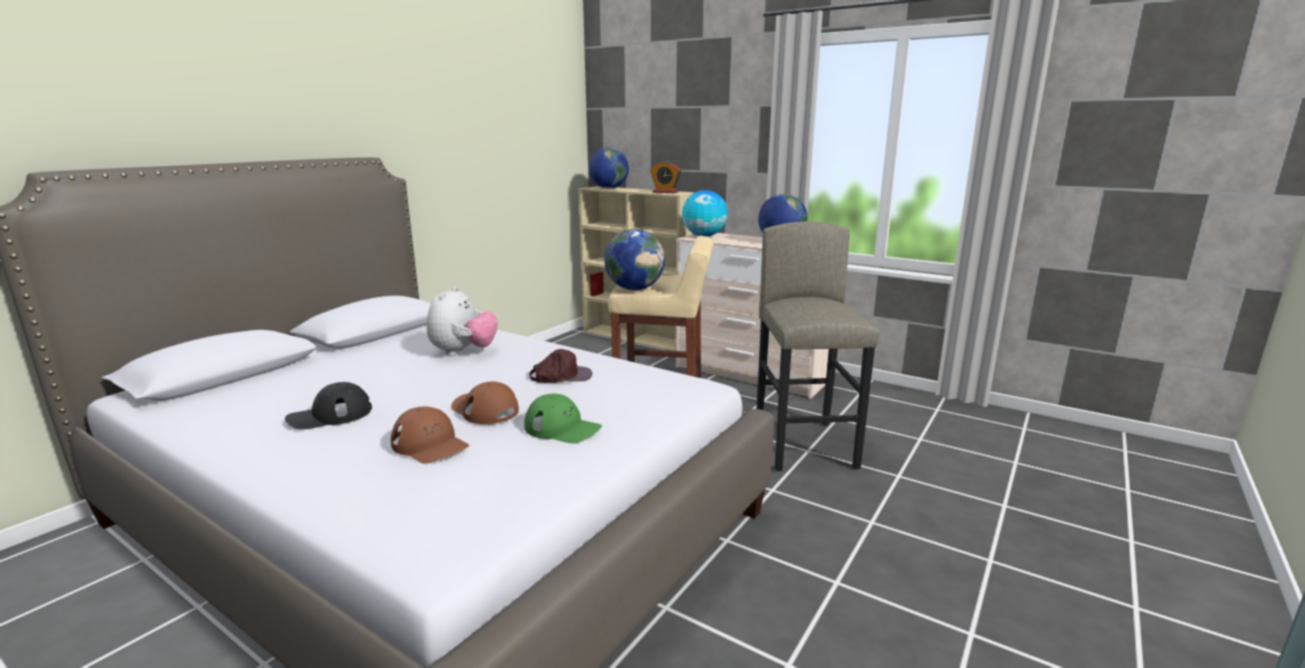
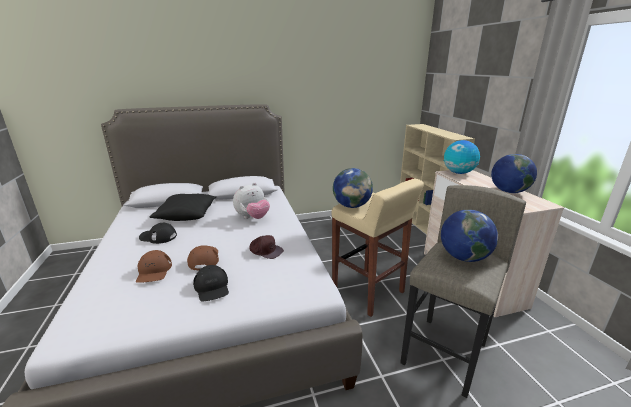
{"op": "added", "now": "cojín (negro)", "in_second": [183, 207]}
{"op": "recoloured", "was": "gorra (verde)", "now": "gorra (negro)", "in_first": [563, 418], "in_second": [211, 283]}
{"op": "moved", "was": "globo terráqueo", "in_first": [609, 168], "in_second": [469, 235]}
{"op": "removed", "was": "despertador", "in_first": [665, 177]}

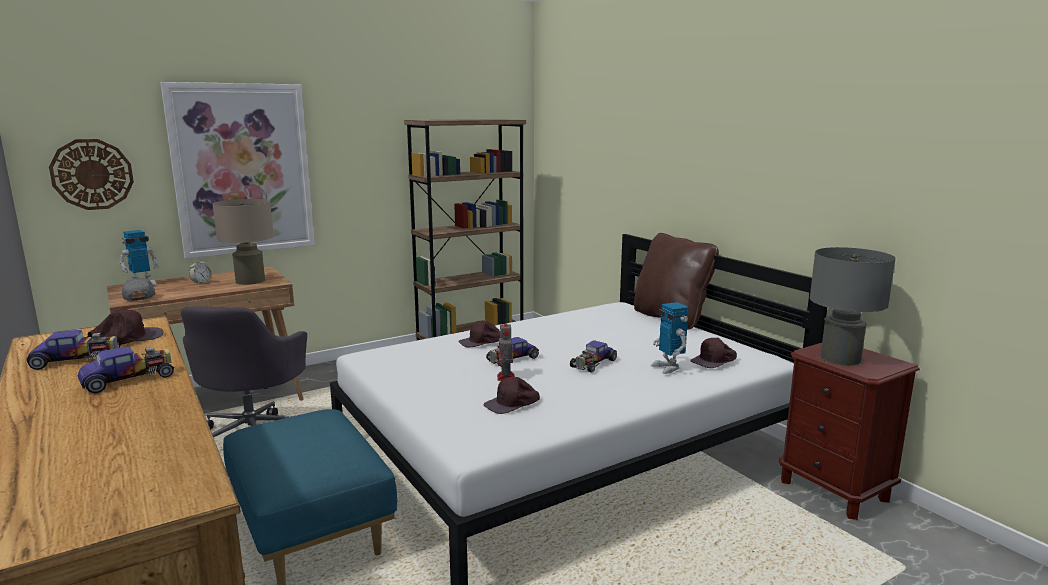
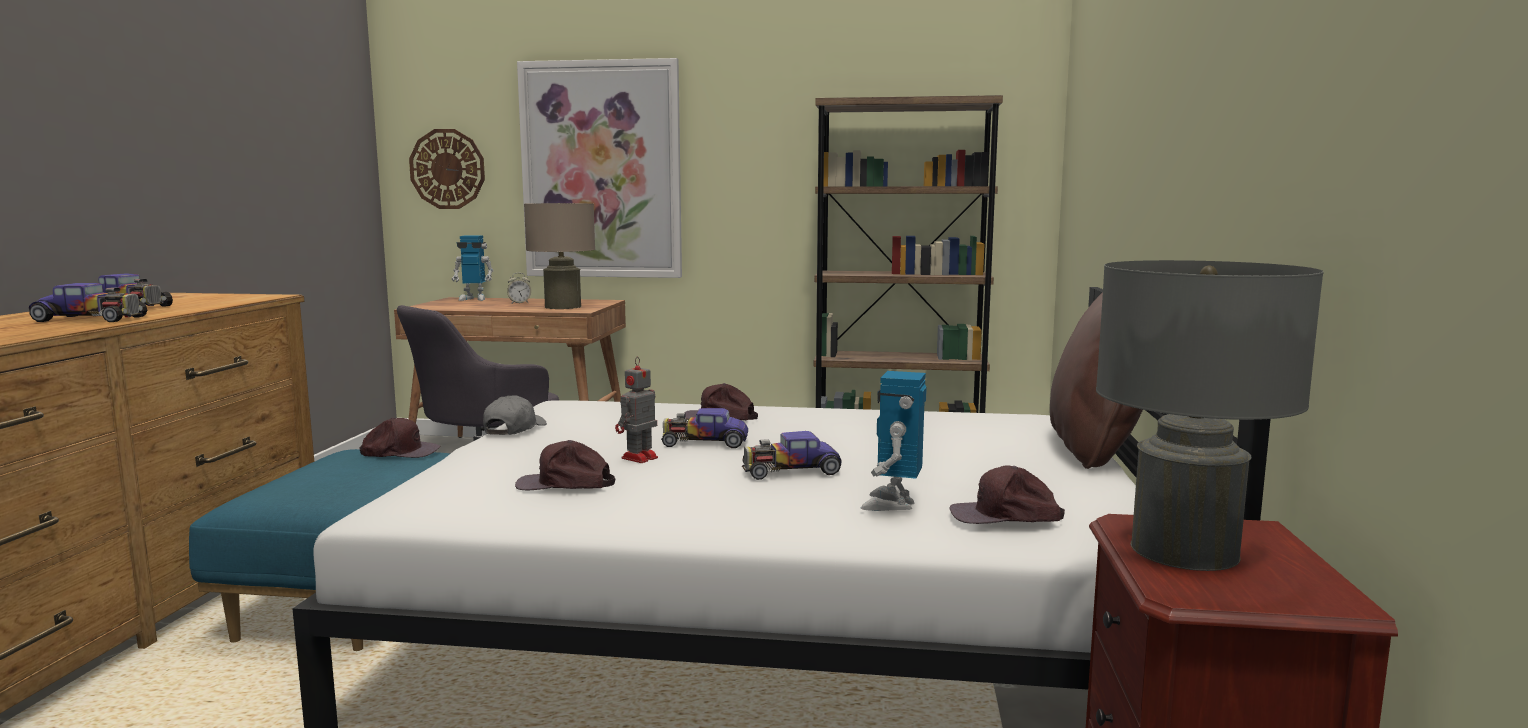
{"op": "moved", "was": "gorra (marrón)", "in_first": [125, 327], "in_second": [399, 438]}
{"op": "moved", "was": "gorra (gris)", "in_first": [139, 289], "in_second": [515, 415]}

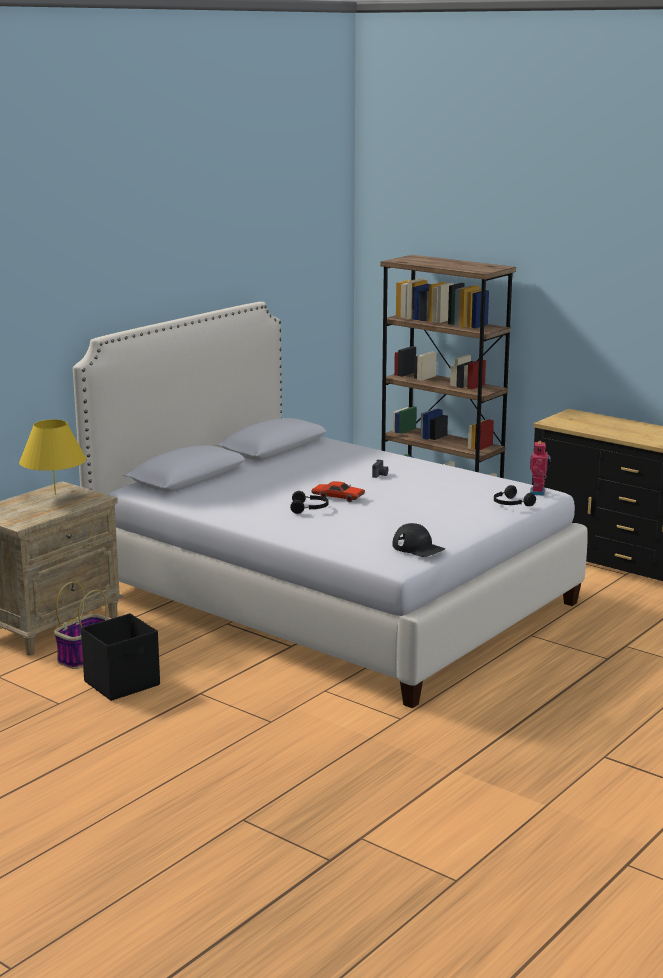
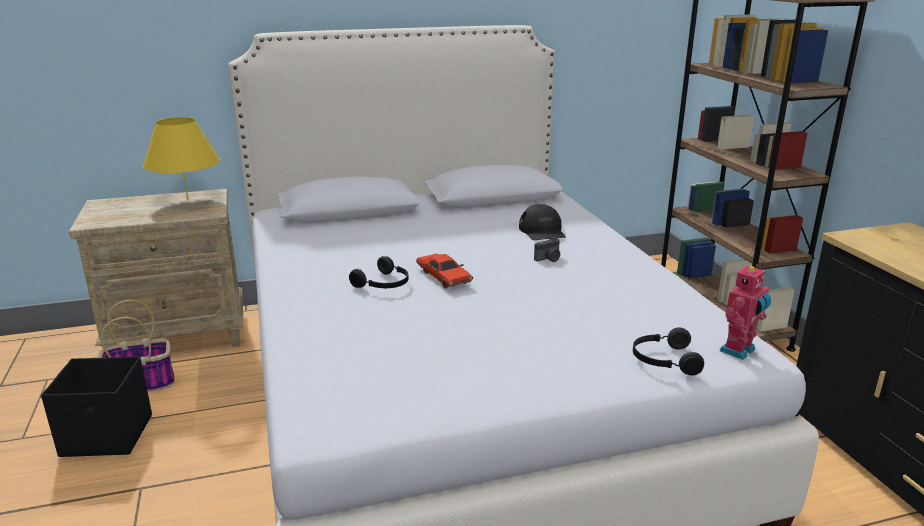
{"op": "moved", "was": "gorra (negro)", "in_first": [418, 540], "in_second": [542, 222]}

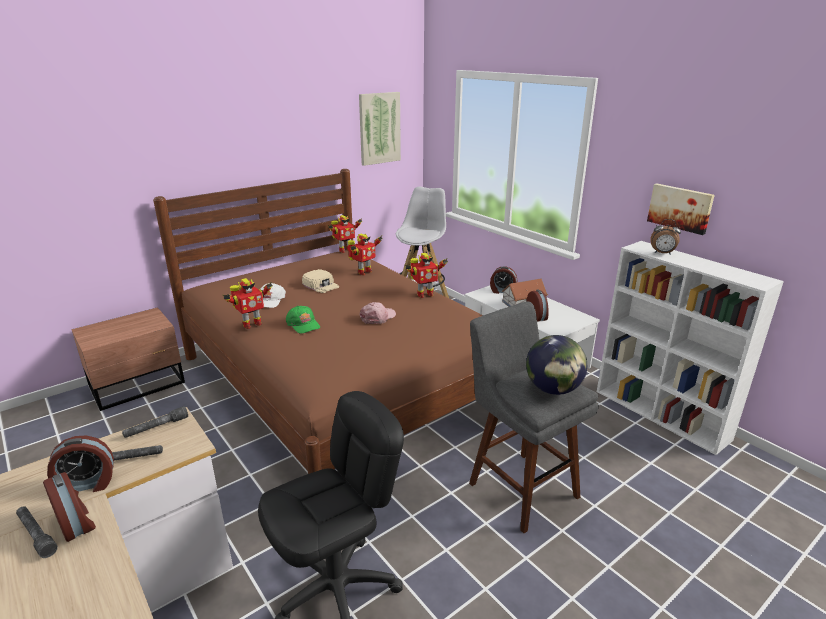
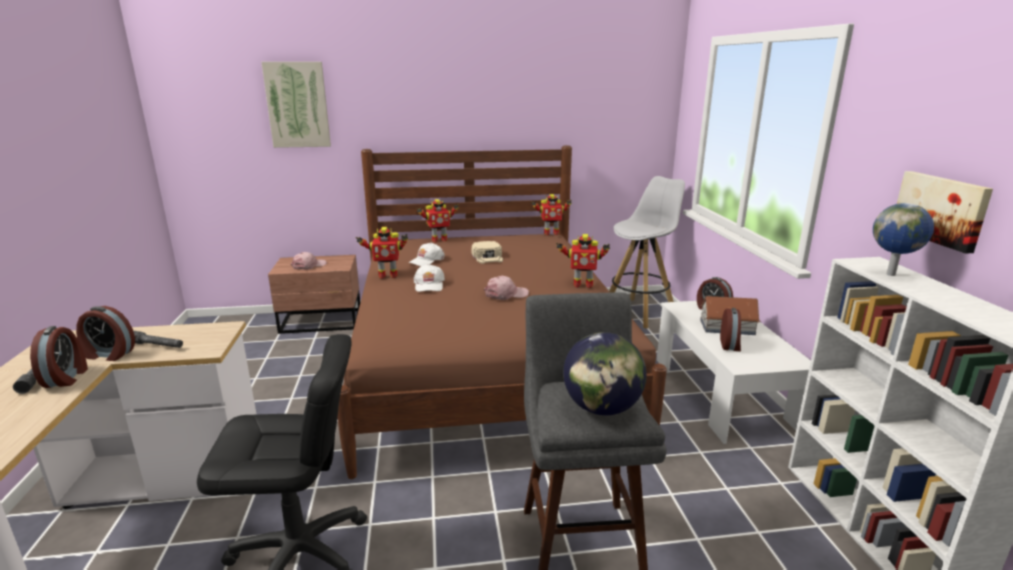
{"op": "moved", "was": "cuadro", "in_first": [380, 129], "in_second": [296, 105]}
{"op": "added", "now": "gorra (rosa)", "in_second": [309, 261]}
{"op": "recoloured", "was": "gorra (verde)", "now": "gorra (blanco)", "in_first": [303, 320], "in_second": [429, 278]}
{"op": "moved", "was": "robot de juguete", "in_first": [365, 254], "in_second": [437, 220]}
{"op": "replaced", "was": "despertador", "now": "globo terráqueo", "in_first": [665, 237], "in_second": [903, 239]}
{"op": "removed", "was": "linterna (gris)", "in_first": [155, 422]}

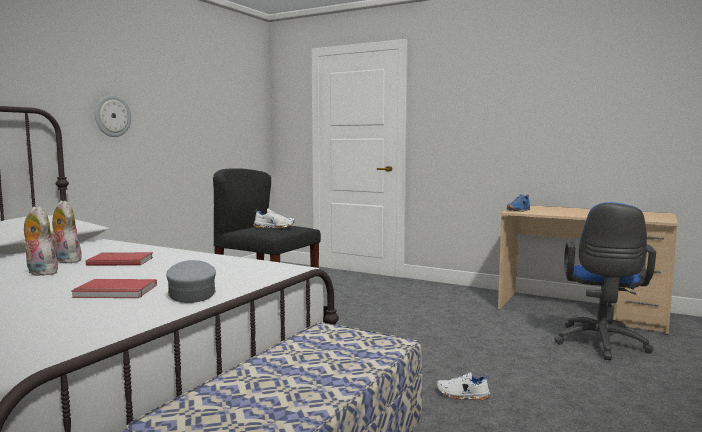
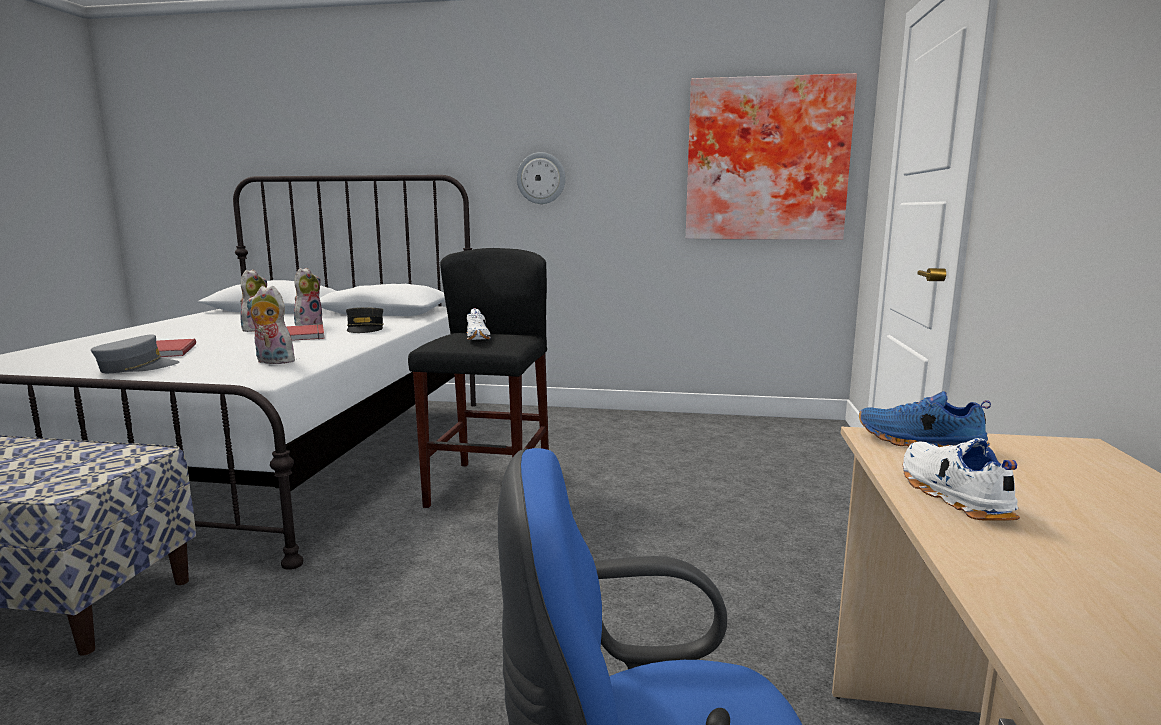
{"op": "added", "now": "peluche", "in_second": [271, 325]}
{"op": "added", "now": "gorra (gris)", "in_second": [365, 320]}
{"op": "added", "now": "cuadro", "in_second": [771, 156]}
{"op": "moved", "was": "zapato (blanco)", "in_first": [463, 386], "in_second": [961, 479]}

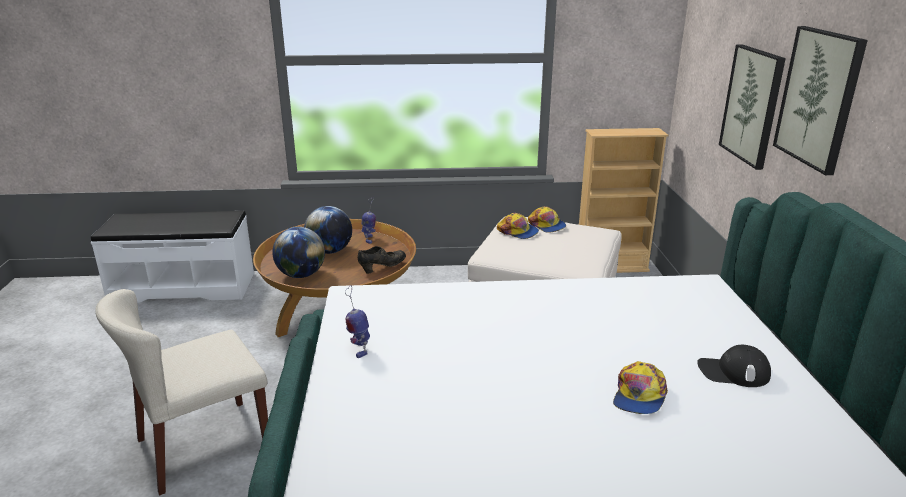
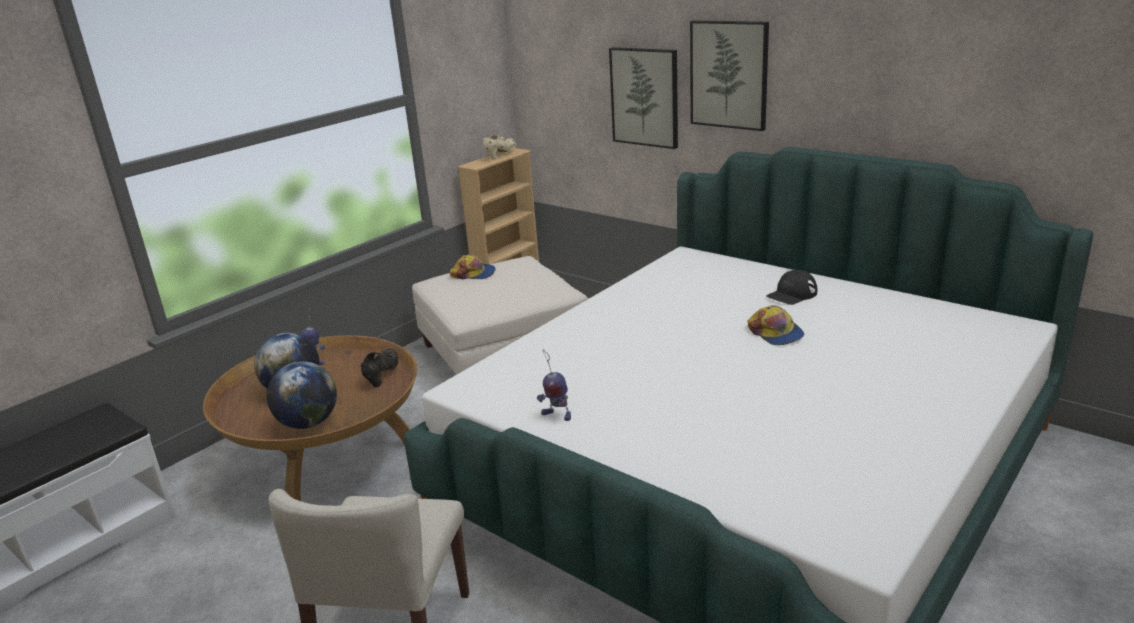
{"op": "added", "now": "zapato (beis)", "in_second": [499, 147]}
{"op": "removed", "was": "gorra", "in_first": [518, 226]}

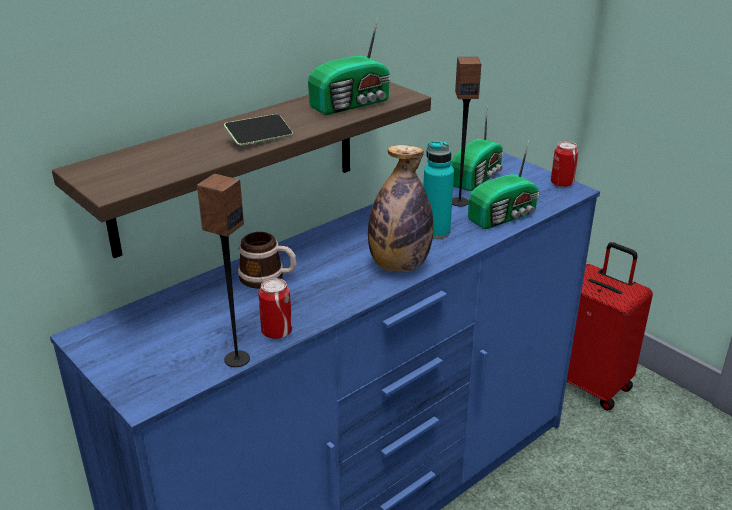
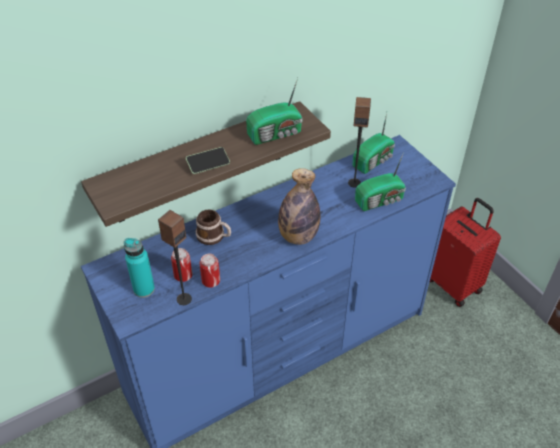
{"op": "moved", "was": "botella (turquesa)", "in_first": [438, 190], "in_second": [139, 268]}
{"op": "moved", "was": "lata", "in_first": [564, 164], "in_second": [181, 265]}

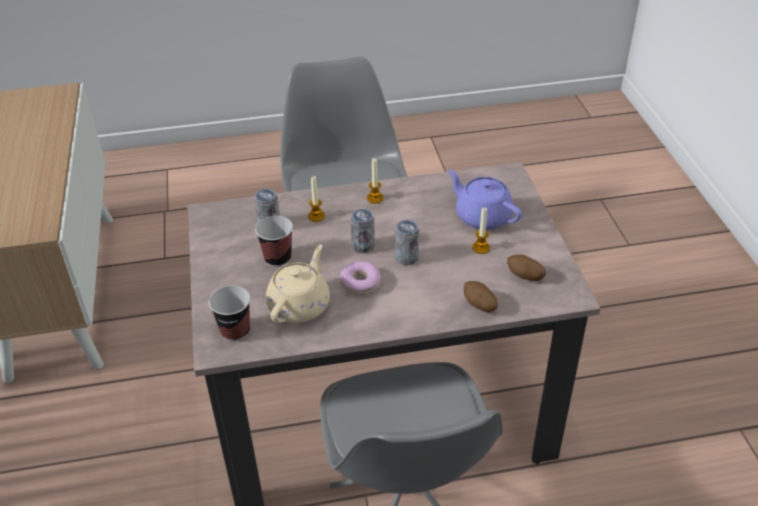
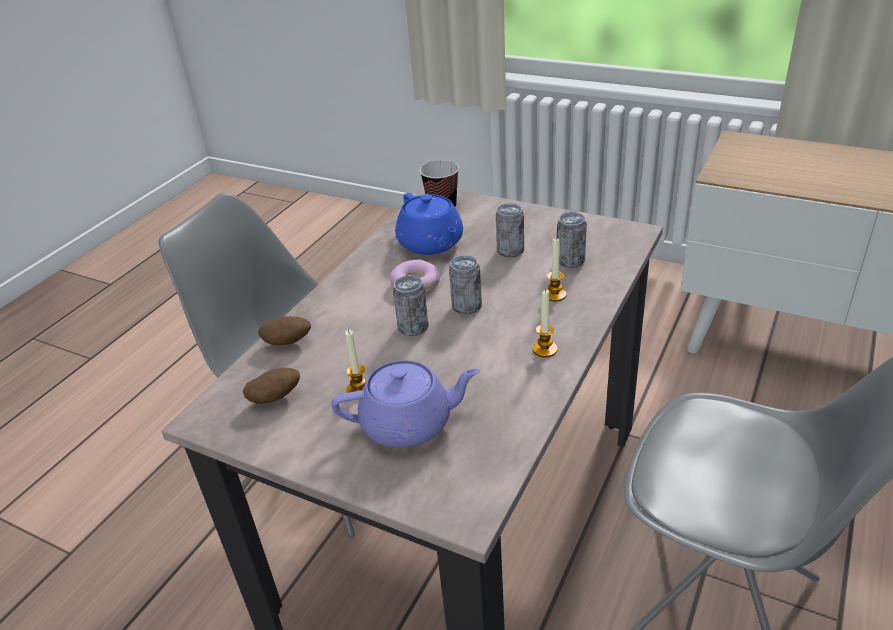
{"op": "recoloured", "was": "tetera (beis)", "now": "tetera (azul)", "in_first": [298, 284], "in_second": [429, 224]}
{"op": "replaced", "was": "taza", "now": "lata", "in_first": [274, 241], "in_second": [510, 230]}

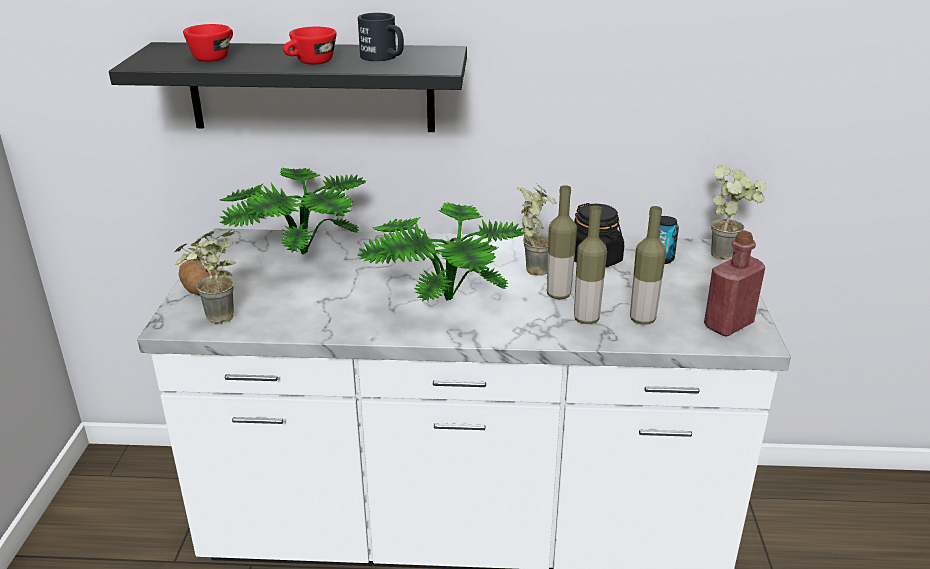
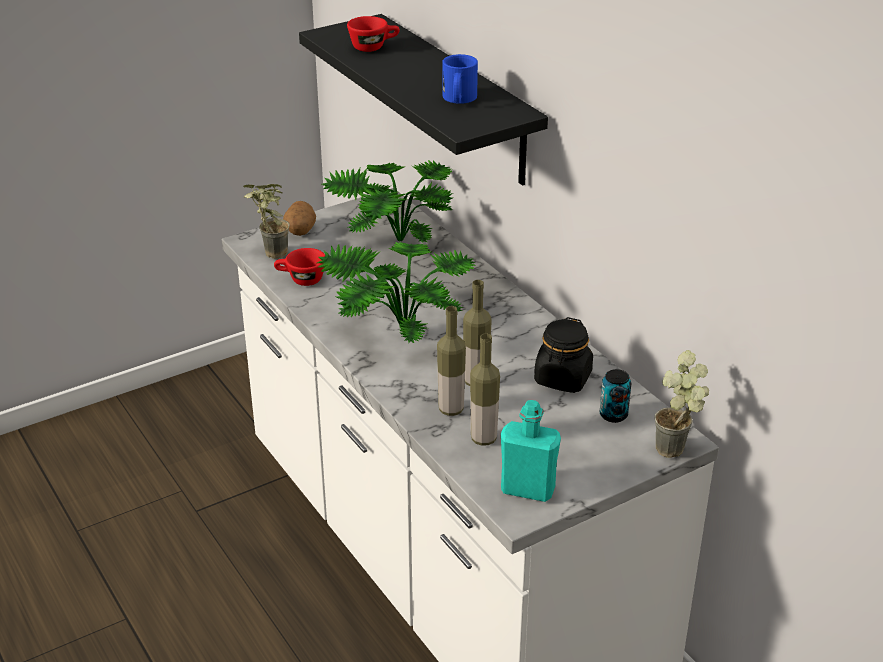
{"op": "moved", "was": "taza (rojo)", "in_first": [310, 46], "in_second": [299, 267]}
{"op": "recoloured", "was": "taza grande (negro)", "now": "taza grande (azul)", "in_first": [381, 37], "in_second": [460, 79]}
{"op": "recoloured", "was": "botella (rojo)", "now": "botella (turquesa)", "in_first": [734, 283], "in_second": [531, 451]}
{"op": "removed", "was": "planta en maceta", "in_first": [537, 230]}

